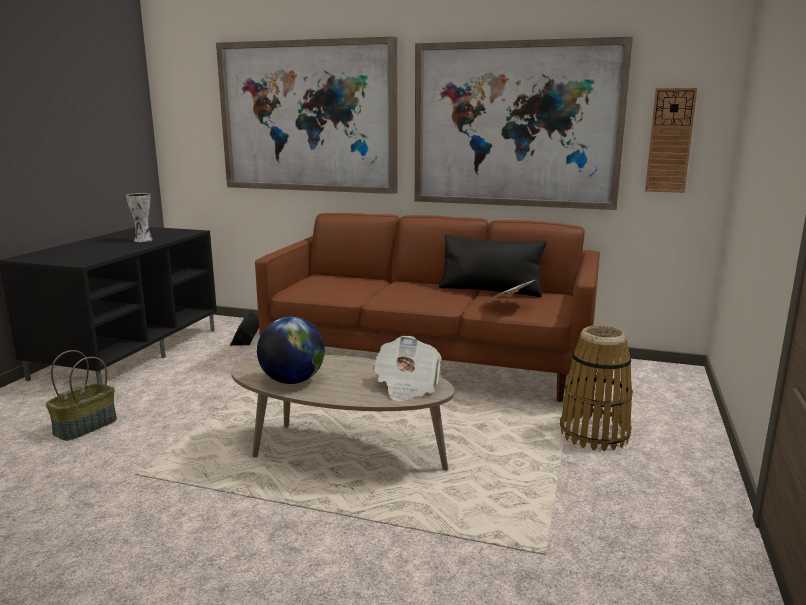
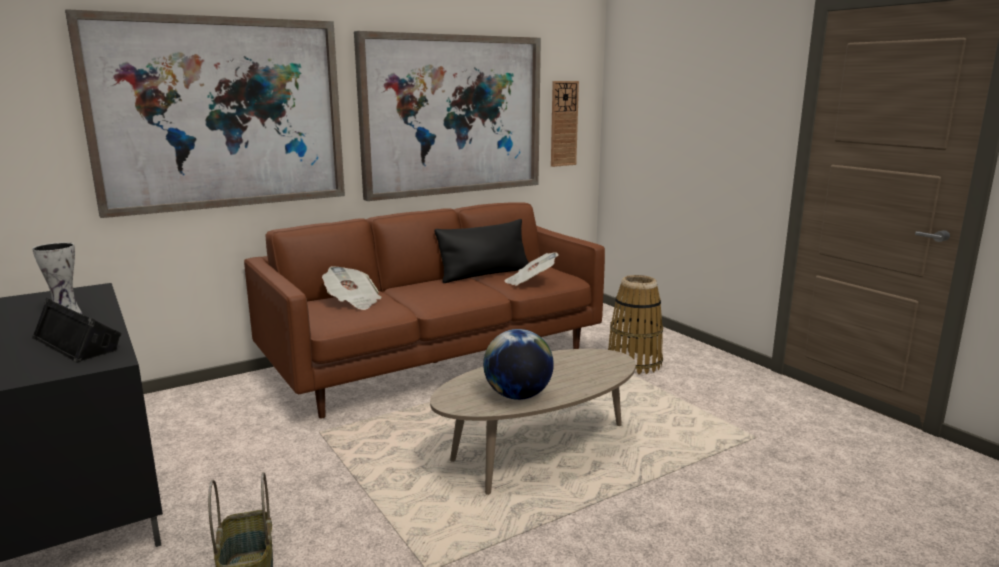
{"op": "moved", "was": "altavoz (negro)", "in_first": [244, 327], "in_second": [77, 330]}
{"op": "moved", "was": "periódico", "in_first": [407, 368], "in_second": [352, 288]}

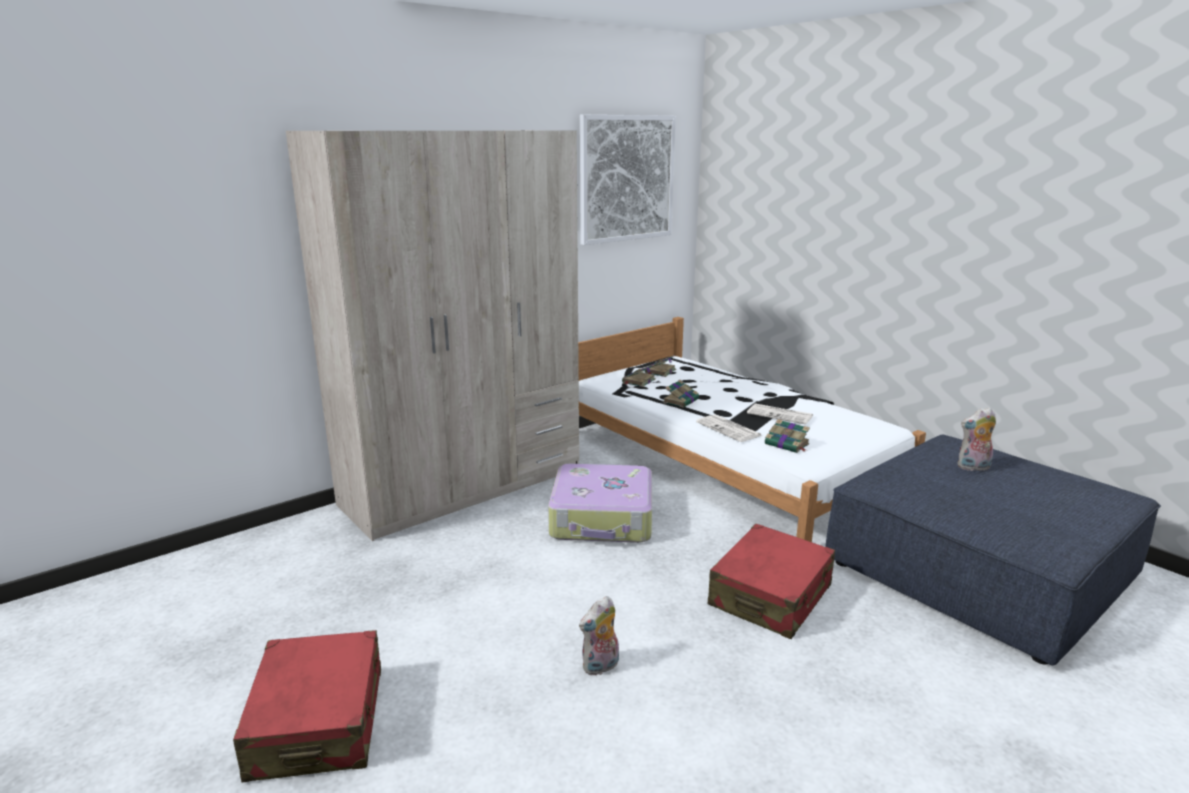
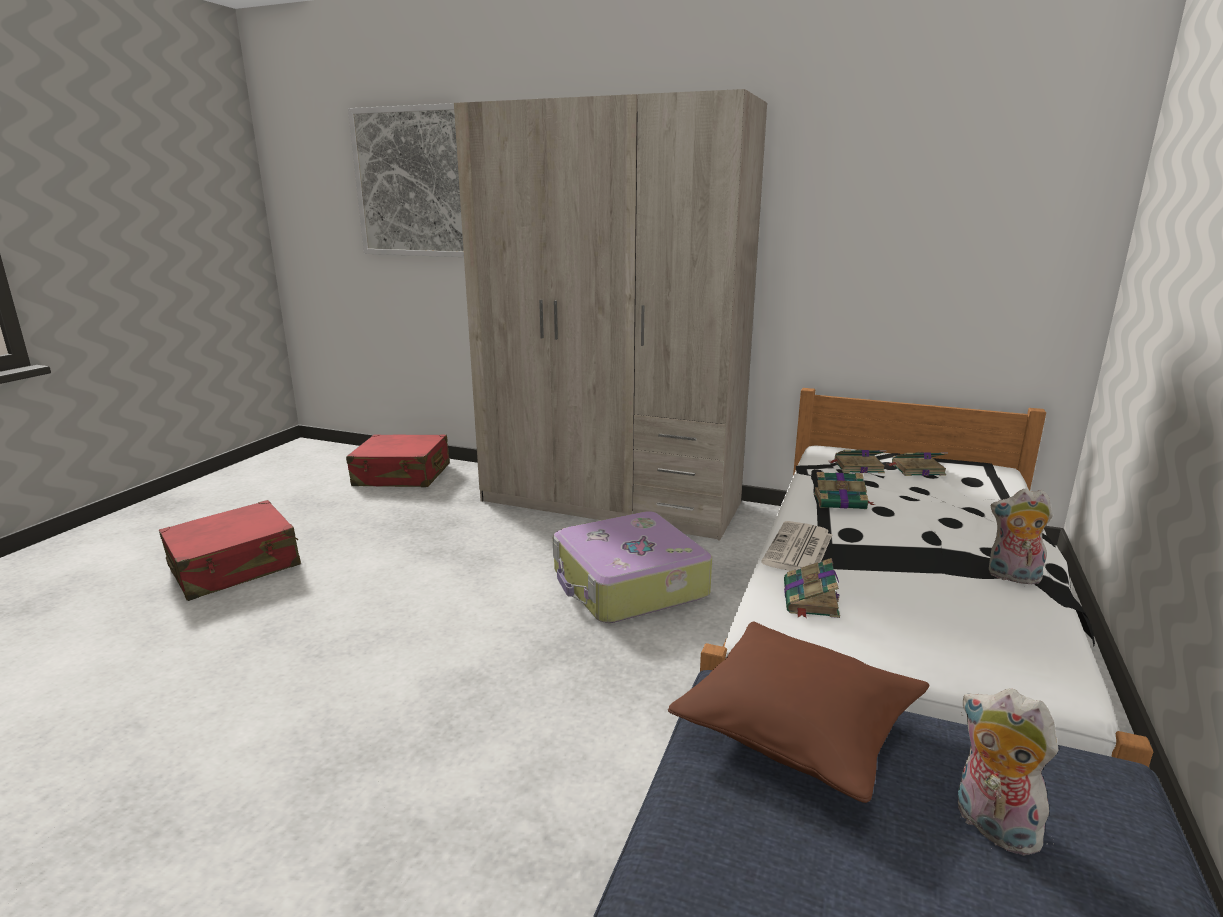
{"op": "moved", "was": "maleta (rojo)", "in_first": [771, 581], "in_second": [398, 460]}
{"op": "moved", "was": "cuadro", "in_first": [628, 180], "in_second": [406, 180]}
{"op": "added", "now": "cojín (marrón)", "in_second": [798, 712]}
{"op": "moved", "was": "peluche", "in_first": [599, 636], "in_second": [1021, 536]}
{"op": "removed", "was": "periódico", "in_first": [780, 414]}

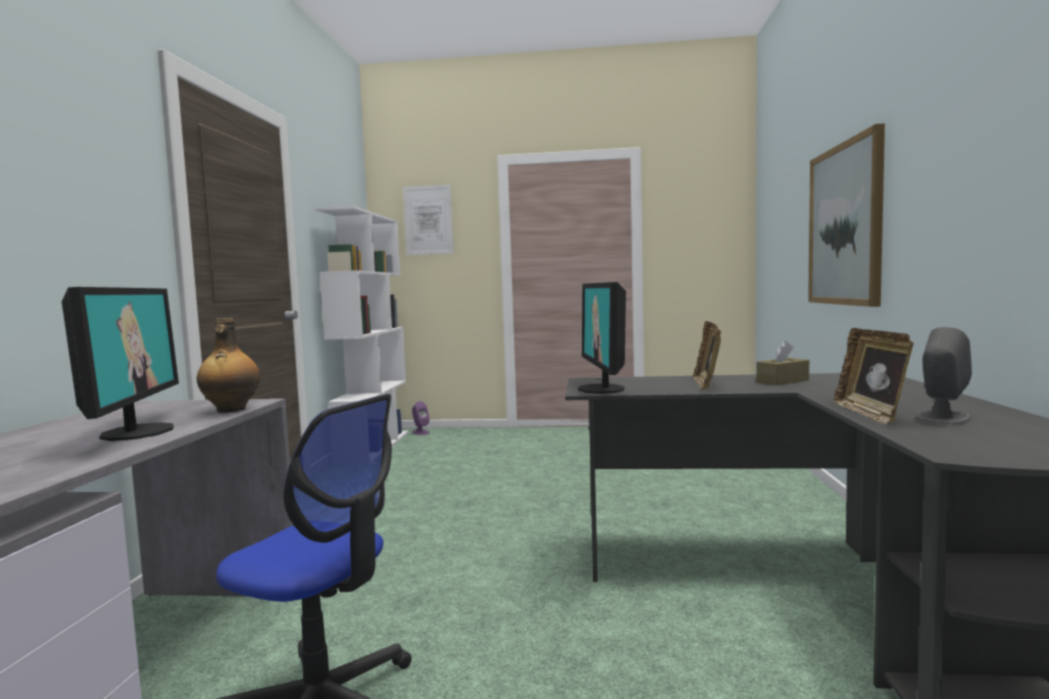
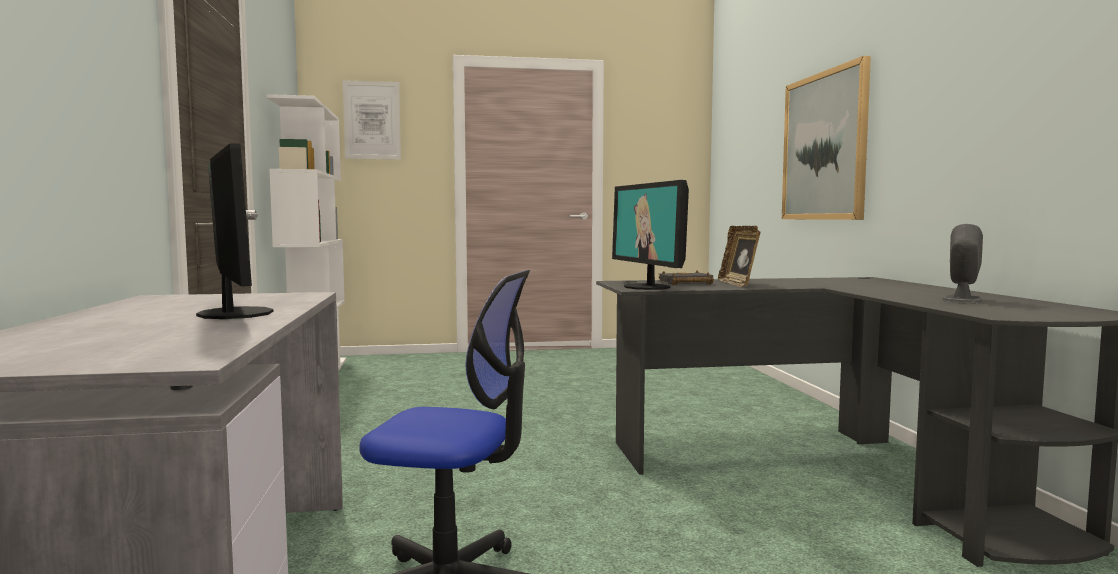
{"op": "added", "now": "libro (negro)", "in_second": [686, 278]}
{"op": "removed", "was": "botella", "in_first": [228, 365]}
{"op": "removed", "was": "altavoz (morado)", "in_first": [421, 418]}
{"op": "removed", "was": "caja de pañuelos (marrón)", "in_first": [782, 363]}
{"op": "removed", "was": "portarretratos", "in_first": [874, 376]}

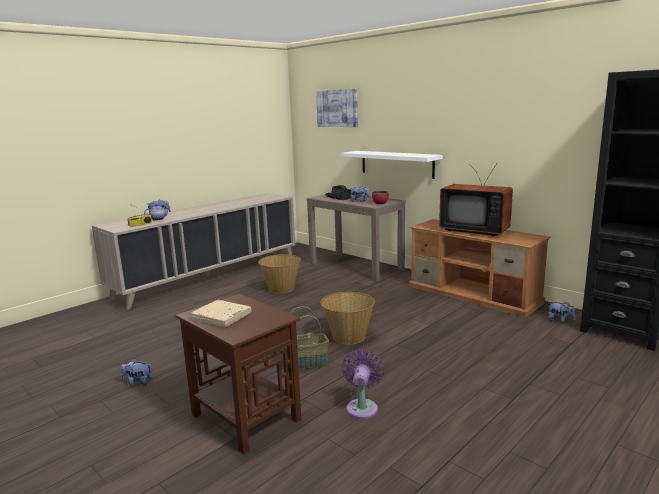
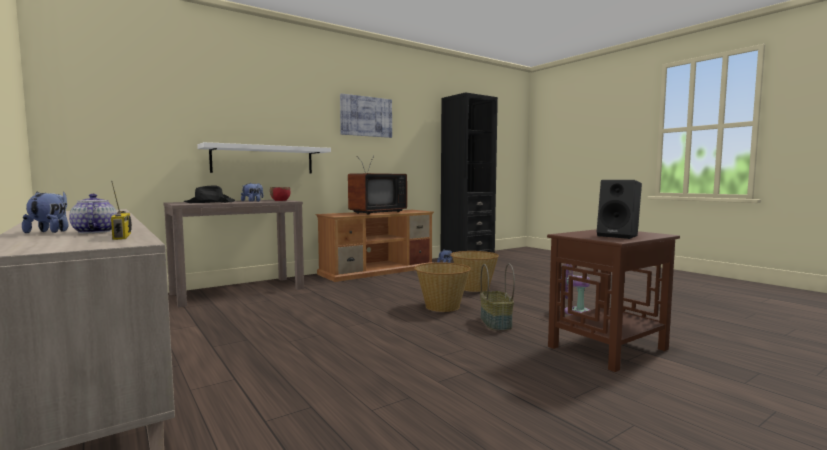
{"op": "moved", "was": "cuadro", "in_first": [337, 108], "in_second": [366, 115]}
{"op": "moved", "was": "cesta", "in_first": [279, 274], "in_second": [474, 271]}
{"op": "replaced", "was": "libro (beis)", "now": "altavoz (negro)", "in_first": [221, 313], "in_second": [619, 209]}
{"op": "removed", "was": "peluche", "in_first": [136, 372]}

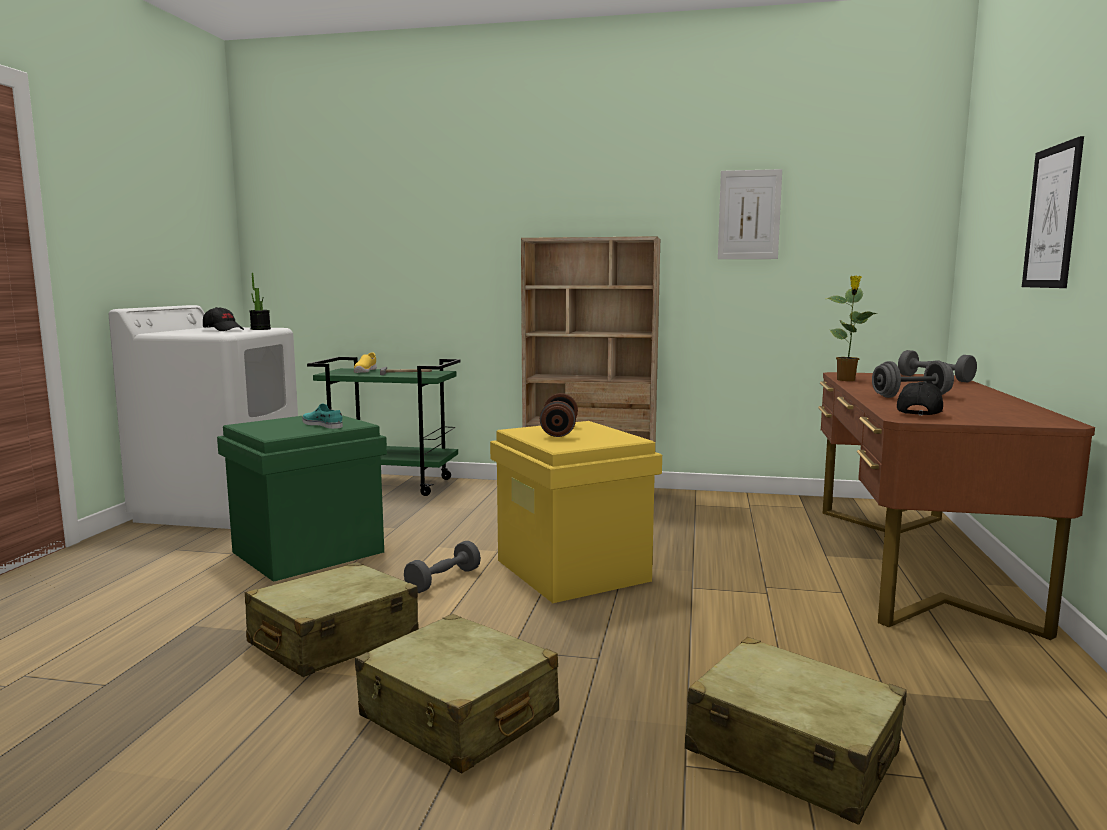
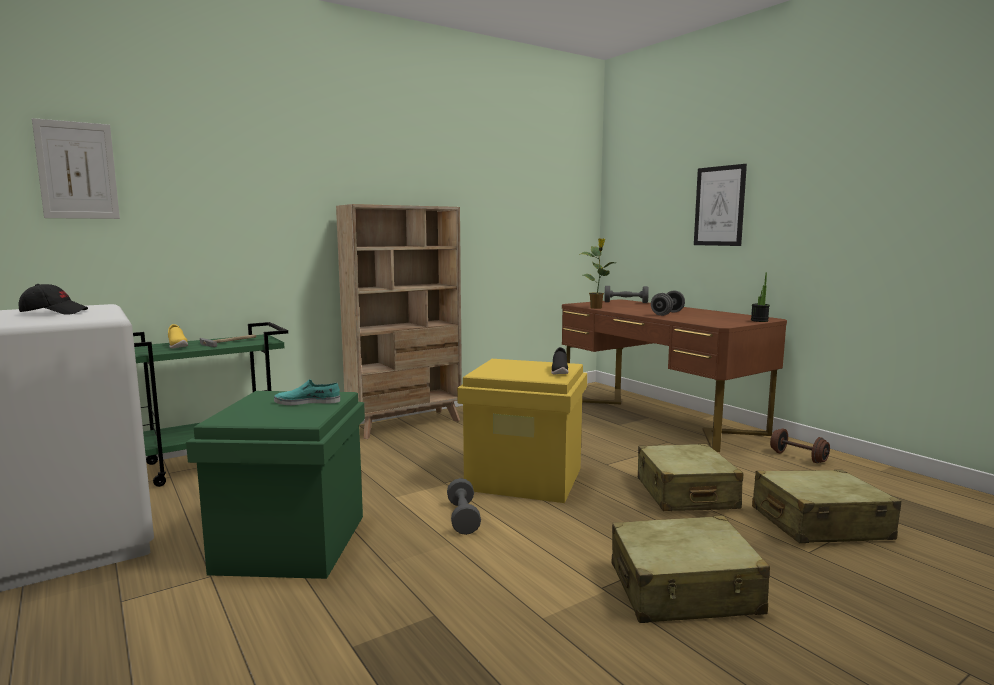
{"op": "moved", "was": "cuadro", "in_first": [750, 214], "in_second": [76, 168]}
{"op": "added", "now": "zapato (negro)", "in_second": [559, 360]}
{"op": "moved", "was": "maleta (beis)", "in_first": [332, 619], "in_second": [690, 477]}
{"op": "moved", "was": "planta en maceta", "in_first": [260, 301], "in_second": [760, 297]}
{"op": "moved", "was": "mancuerna (marrón)", "in_first": [559, 415], "in_second": [800, 445]}
{"op": "removed", "was": "gorra (negro)", "in_first": [920, 398]}

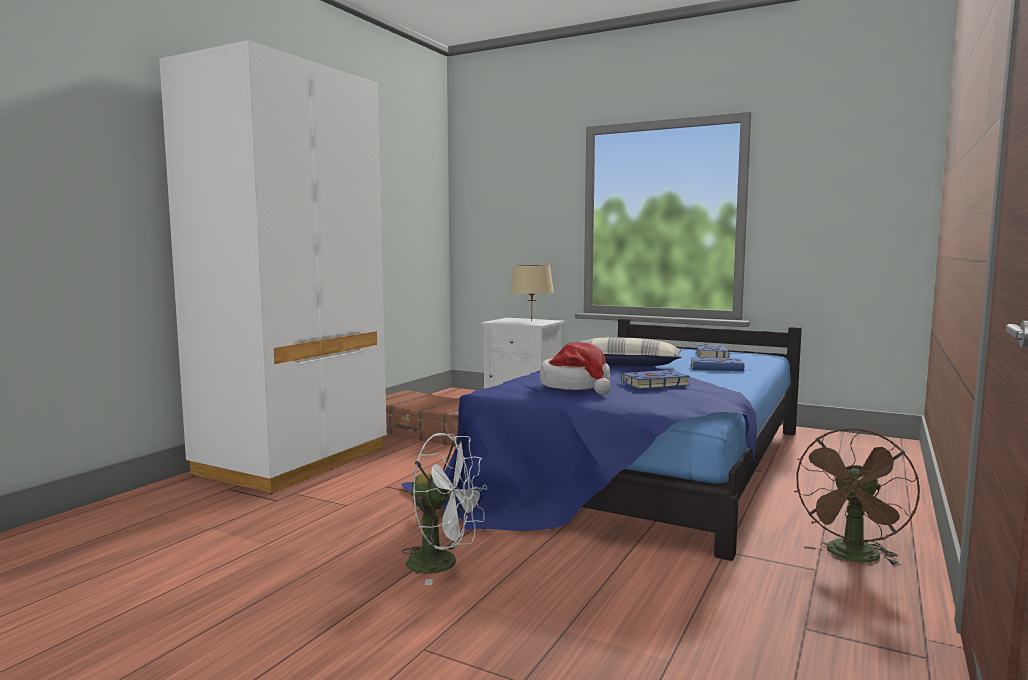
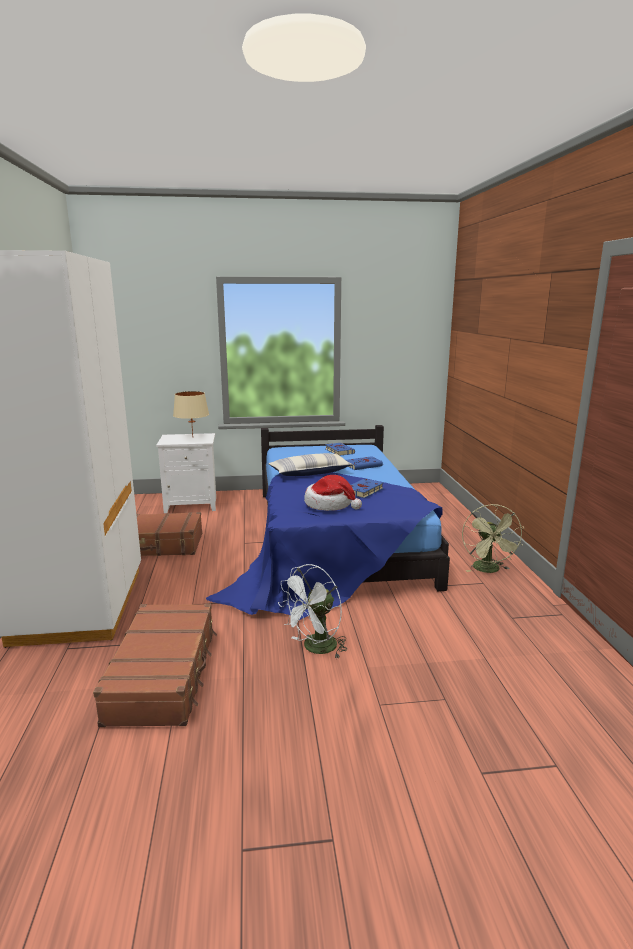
{"op": "added", "now": "maleta (marrón)", "in_second": [155, 665]}
{"op": "turned", "was": "ventilador (blanco)", "in_first": [444, 509], "in_second": [312, 611], "clockwise": 150}
{"op": "recoloured", "was": "ventilador (marrón)", "now": "ventilador (verde)", "in_first": [857, 497], "in_second": [493, 538]}

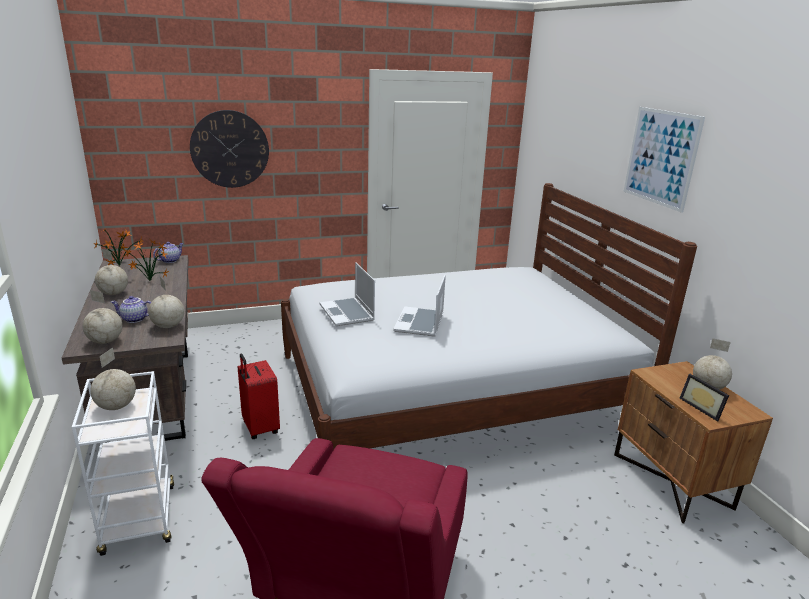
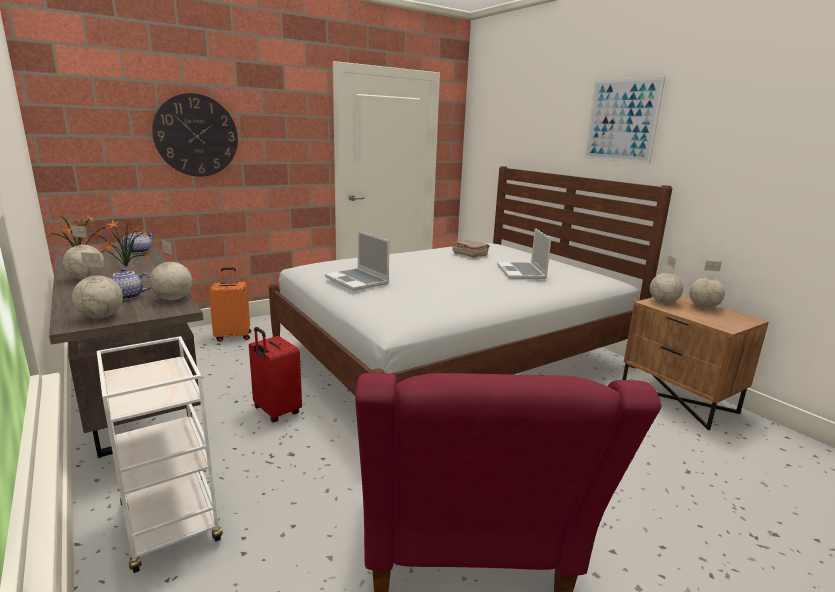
{"op": "added", "now": "maleta (naranja)", "in_second": [230, 305]}
{"op": "added", "now": "libro (marrón)", "in_second": [471, 248]}
{"op": "moved", "was": "portátil", "in_first": [419, 305], "in_second": [524, 253]}
{"op": "moved", "was": "globo terráqueo", "in_first": [113, 379], "in_second": [666, 279]}
{"op": "removed", "was": "portarretratos", "in_first": [704, 397]}

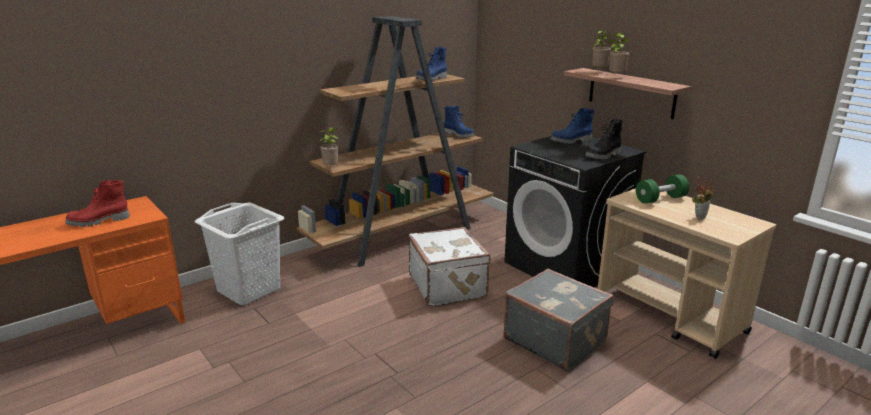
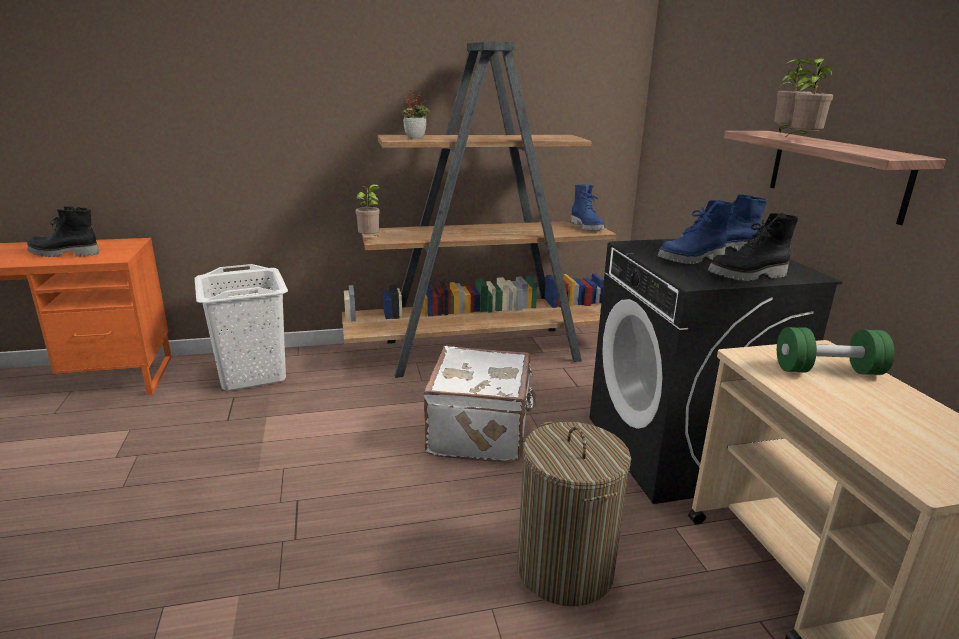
{"op": "recoloured", "was": "bota (rojo)", "now": "bota (negro)", "in_first": [97, 203], "in_second": [63, 231]}
{"op": "moved", "was": "planta en maceta", "in_first": [703, 199], "in_second": [416, 114]}
{"op": "replaced", "was": "maleta (gris)", "now": "cesto de la ropa", "in_first": [558, 320], "in_second": [574, 514]}
{"op": "moved", "was": "bota (azul)", "in_first": [431, 64], "in_second": [694, 232]}

